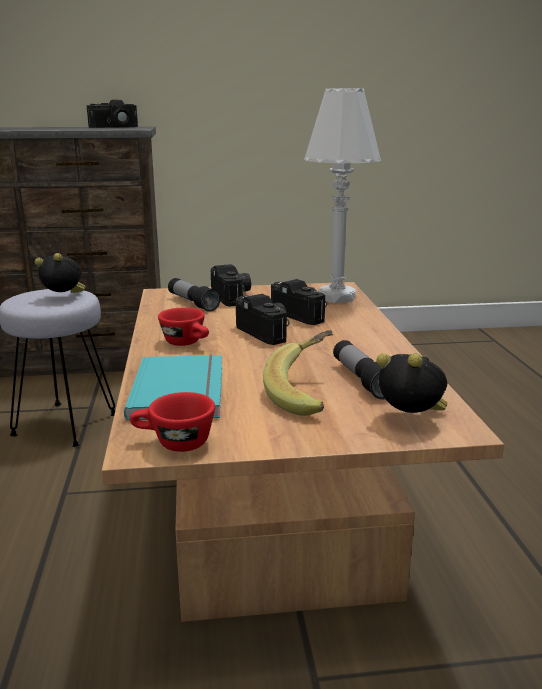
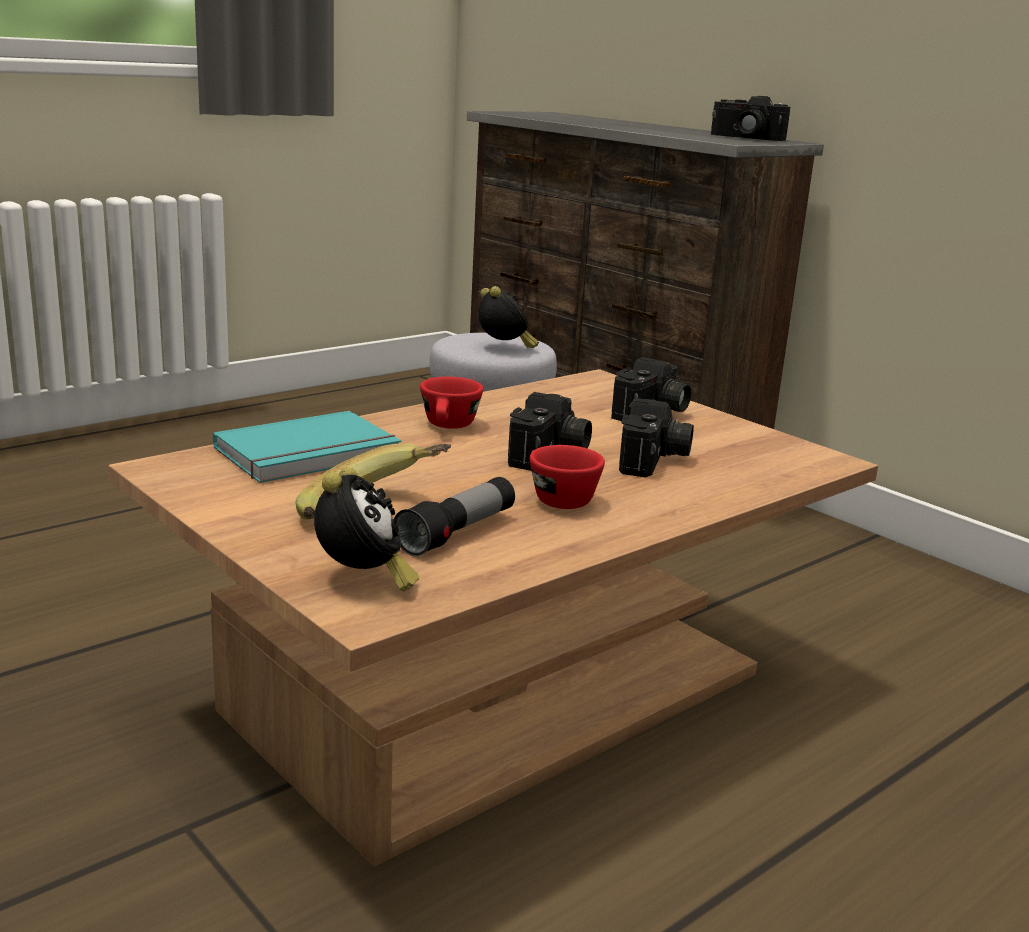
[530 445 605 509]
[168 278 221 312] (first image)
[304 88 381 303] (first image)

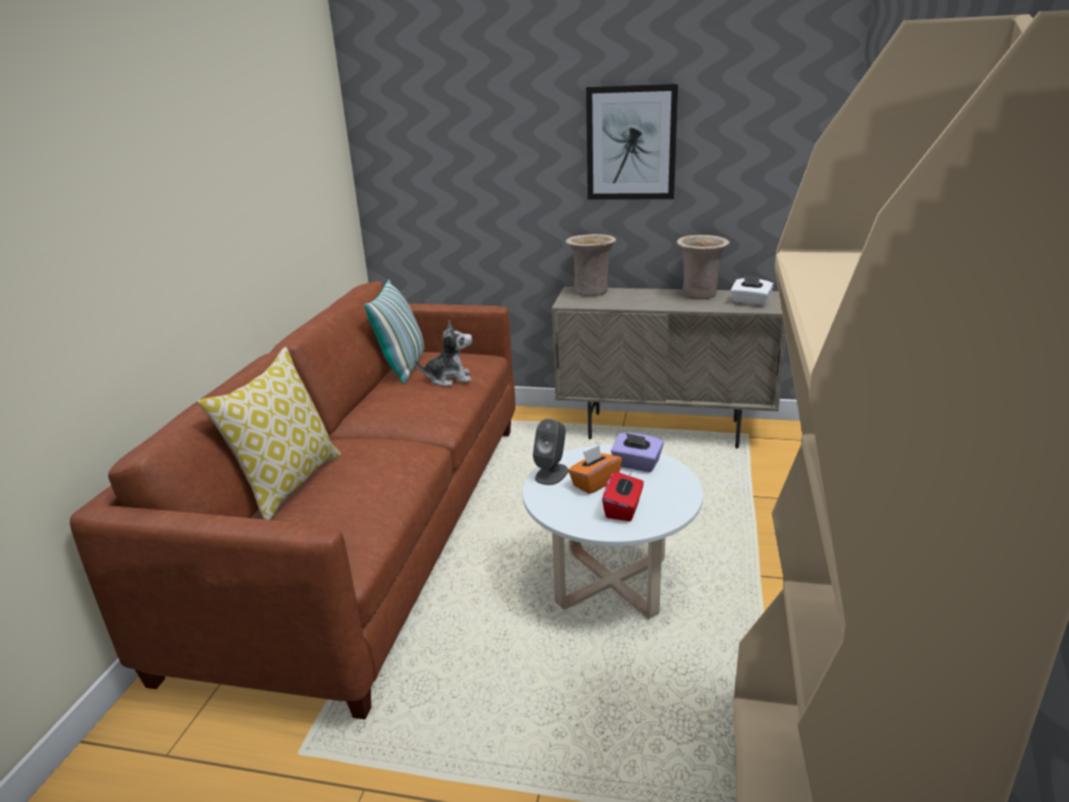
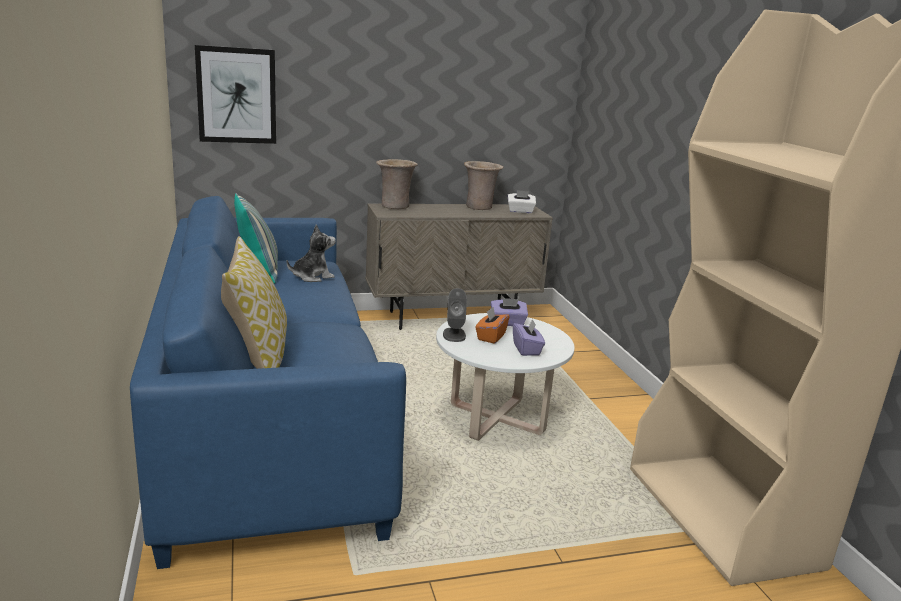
[130 196 406 569]
[195 45 276 144]
[513 319 545 356]

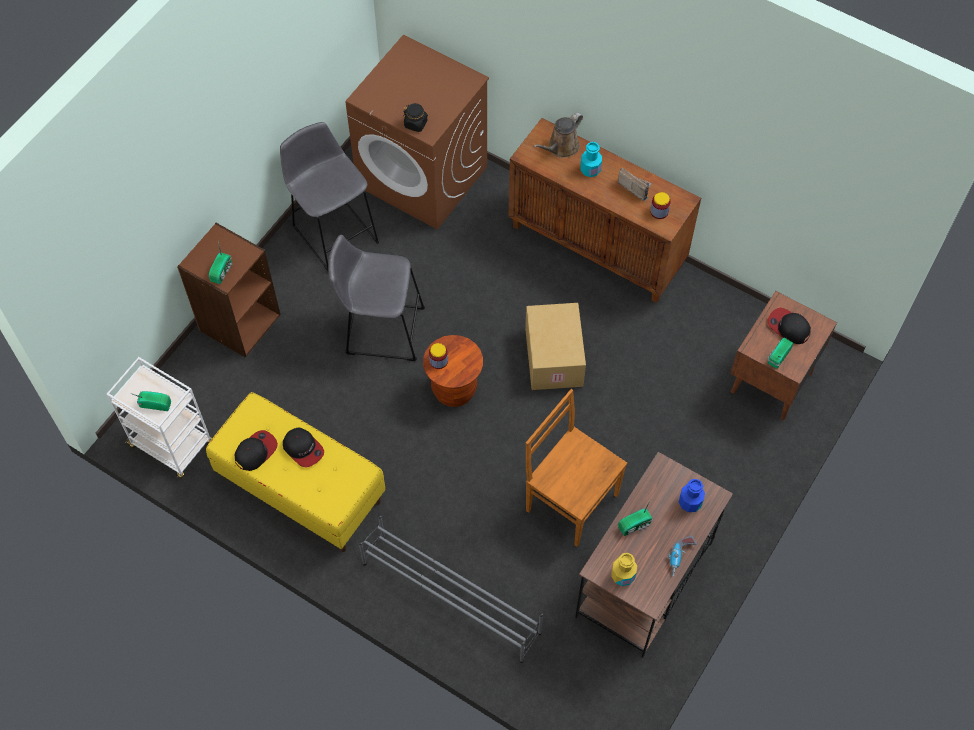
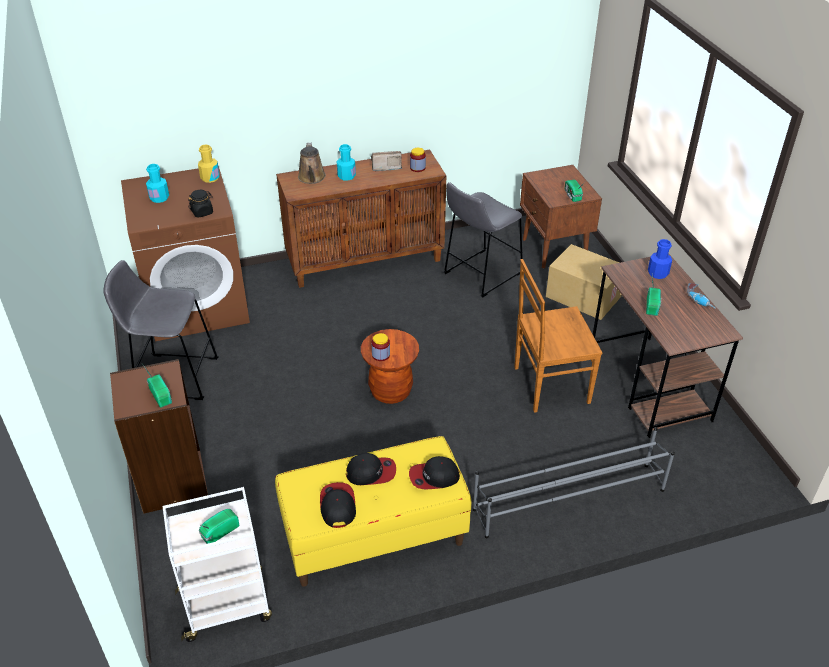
[444 182 523 298]
[546 244 622 320]
[198 144 220 183]
[409 456 460 489]
[146 164 169 203]

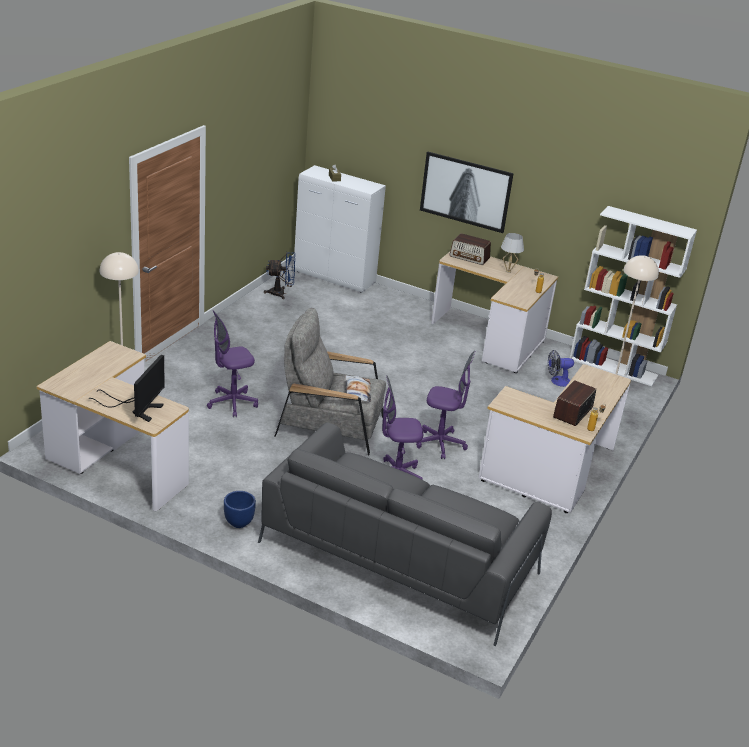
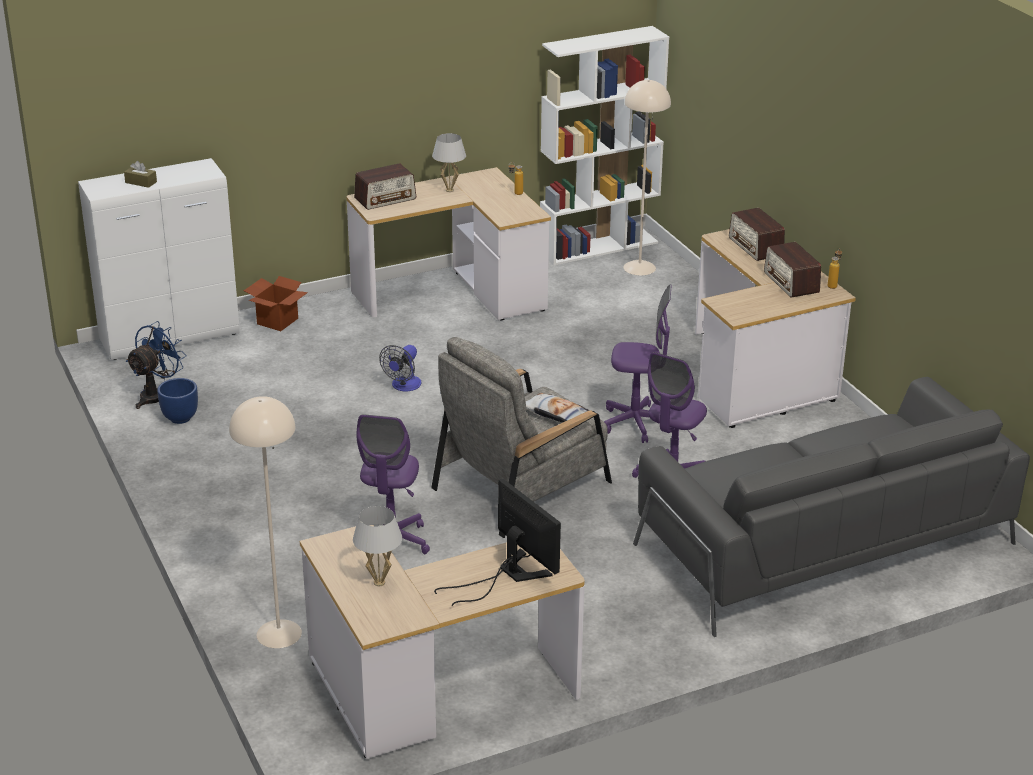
[157 378 198 424]
[604 284 671 443]
[420 151 514 233] (first image)
[379 345 421 391]
[244 276 308 331]
[353 506 402 586]
[729 208 785 261]

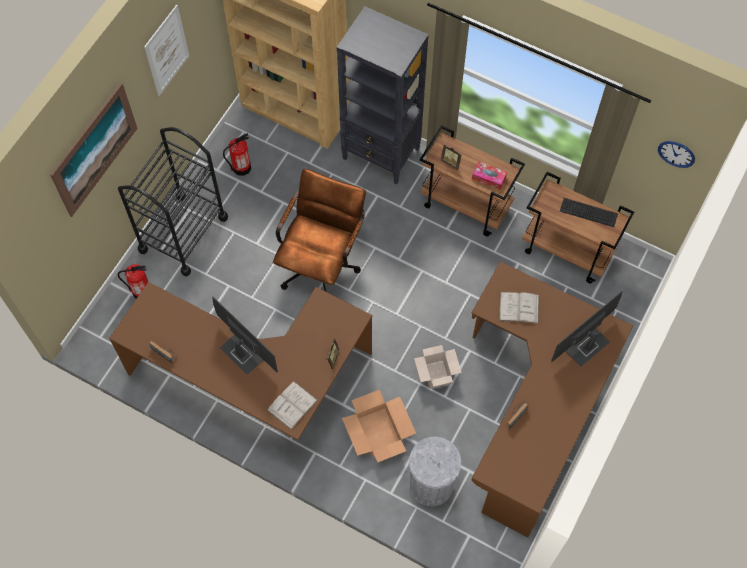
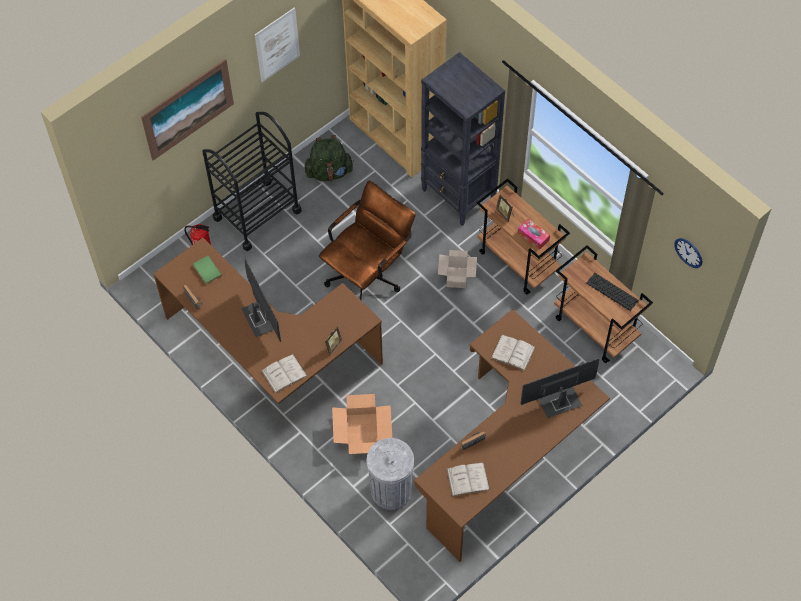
[304 135 354 181]
[438 250 477 288]
[193 256 222 284]
[446 463 490 497]

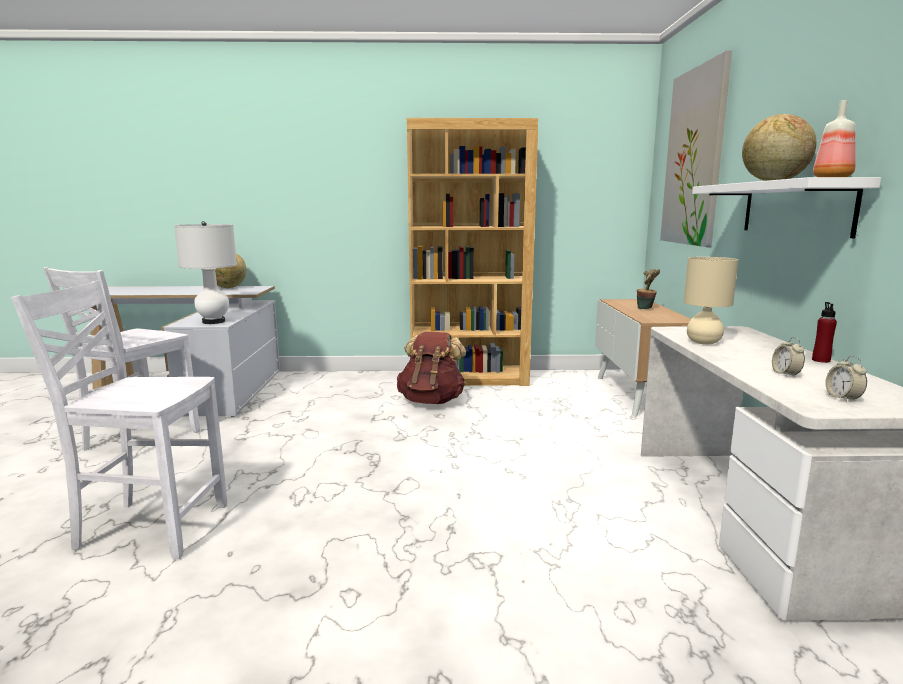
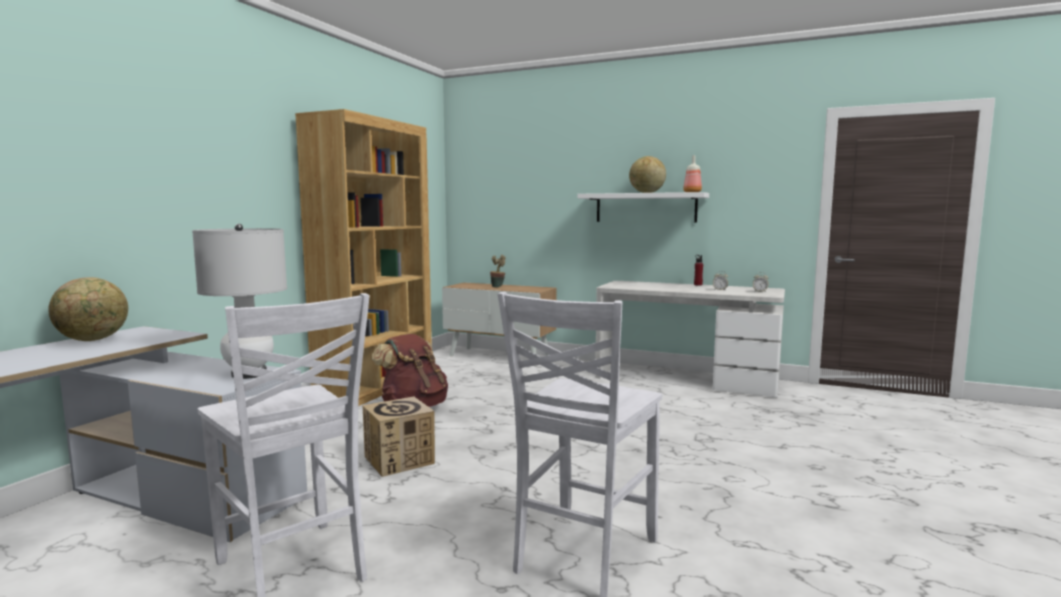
[660 51 732 247] (first image)
[684 257 738 344] (first image)
[363 396 435 477]

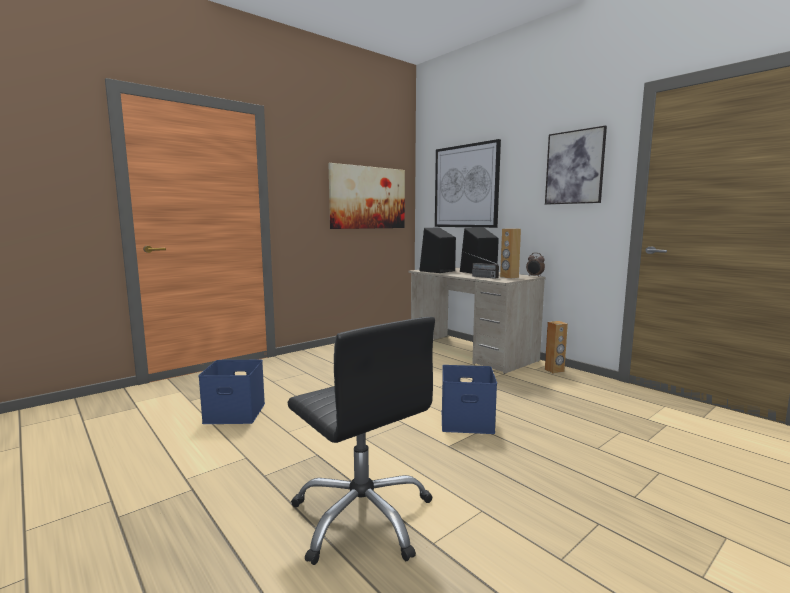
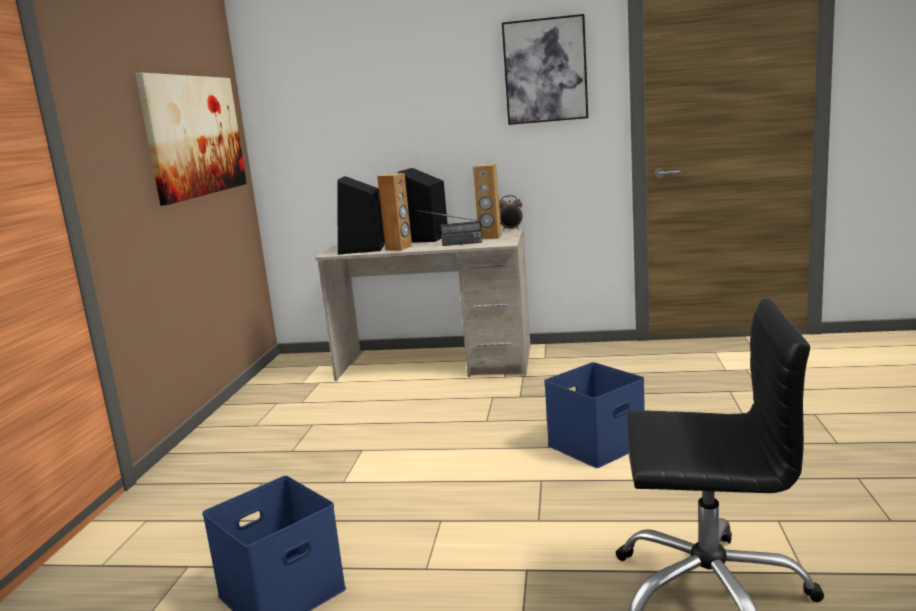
[435 139 501 228] (first image)
[377 173 412 251]

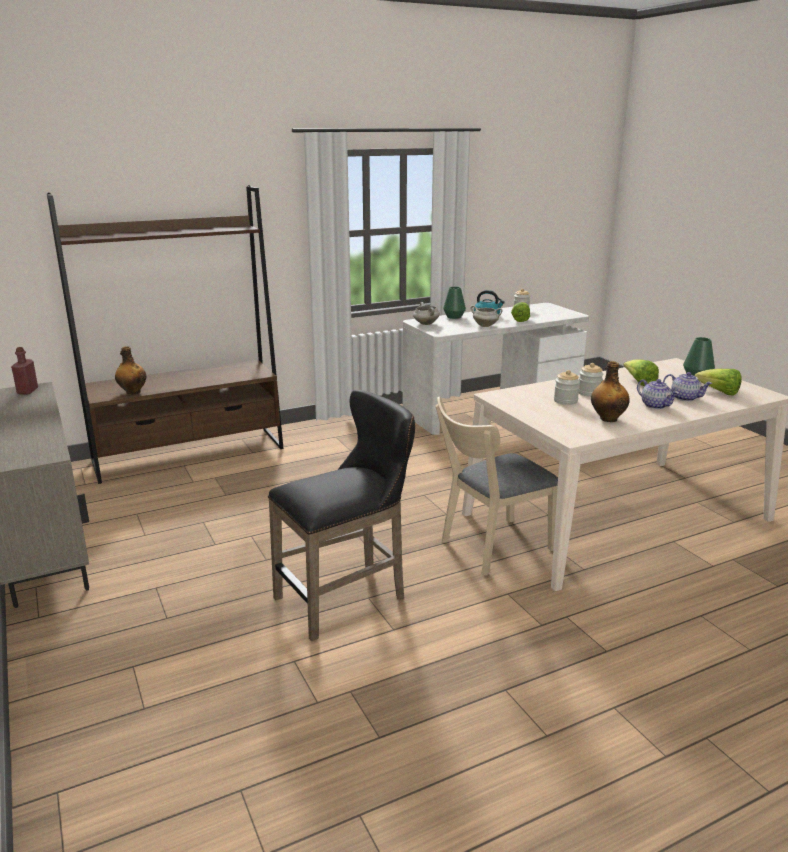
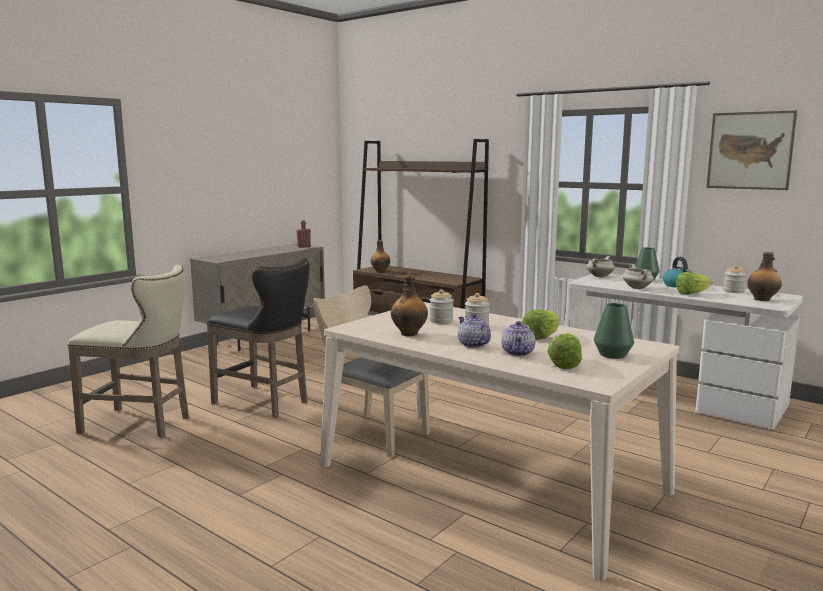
[458 314 491 348]
[67 265 189 438]
[706 110 797 190]
[747 252 782 301]

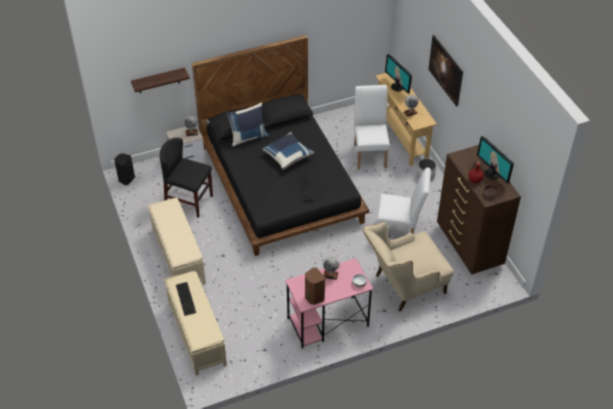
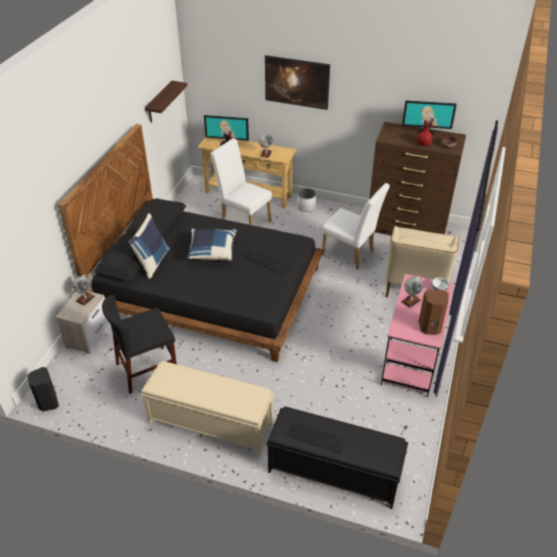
[145 81 187 123]
[266 407 408 509]
[322 183 390 270]

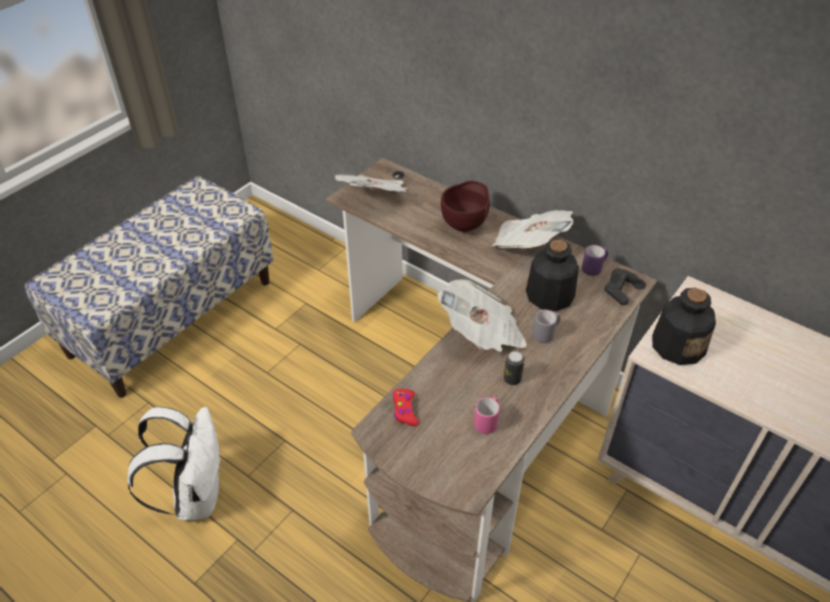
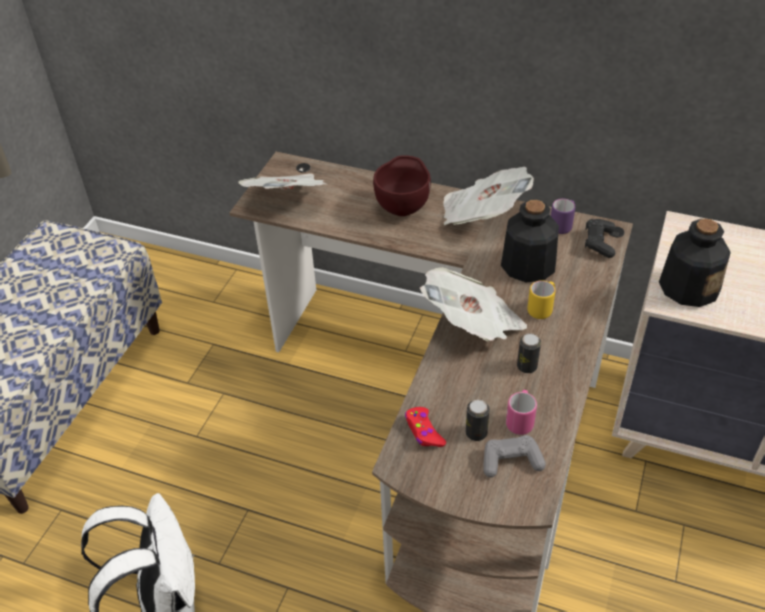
[527 280 555 319]
[466 400 490 441]
[484 435 546 478]

